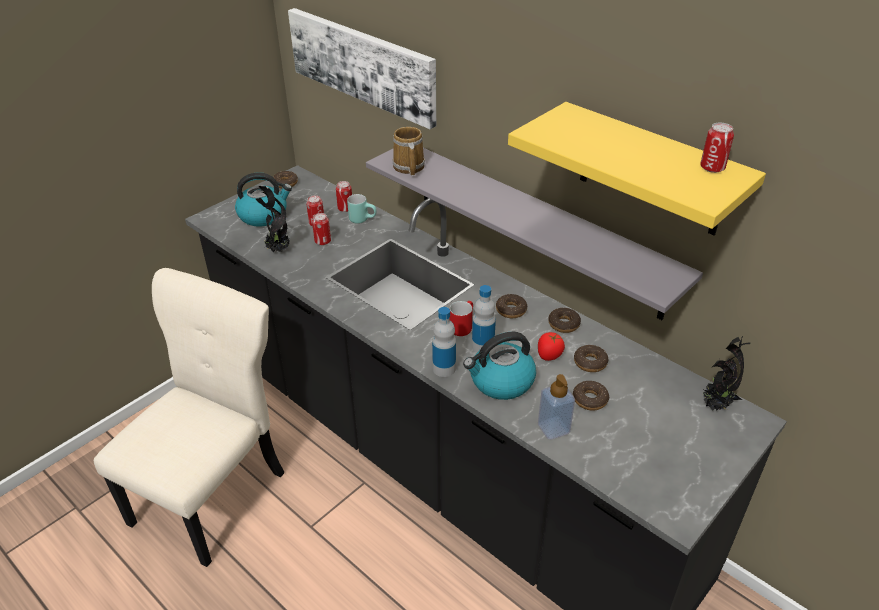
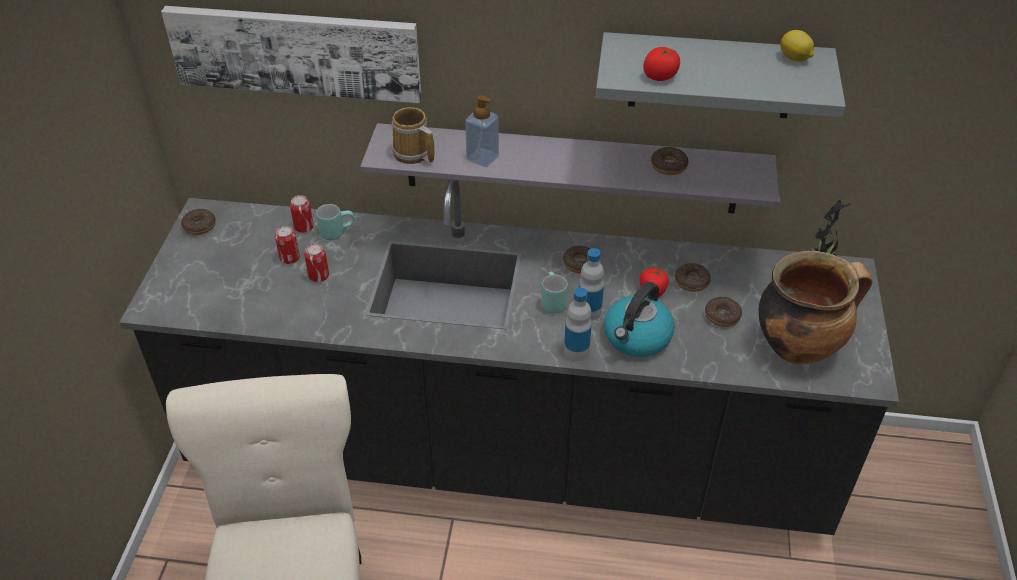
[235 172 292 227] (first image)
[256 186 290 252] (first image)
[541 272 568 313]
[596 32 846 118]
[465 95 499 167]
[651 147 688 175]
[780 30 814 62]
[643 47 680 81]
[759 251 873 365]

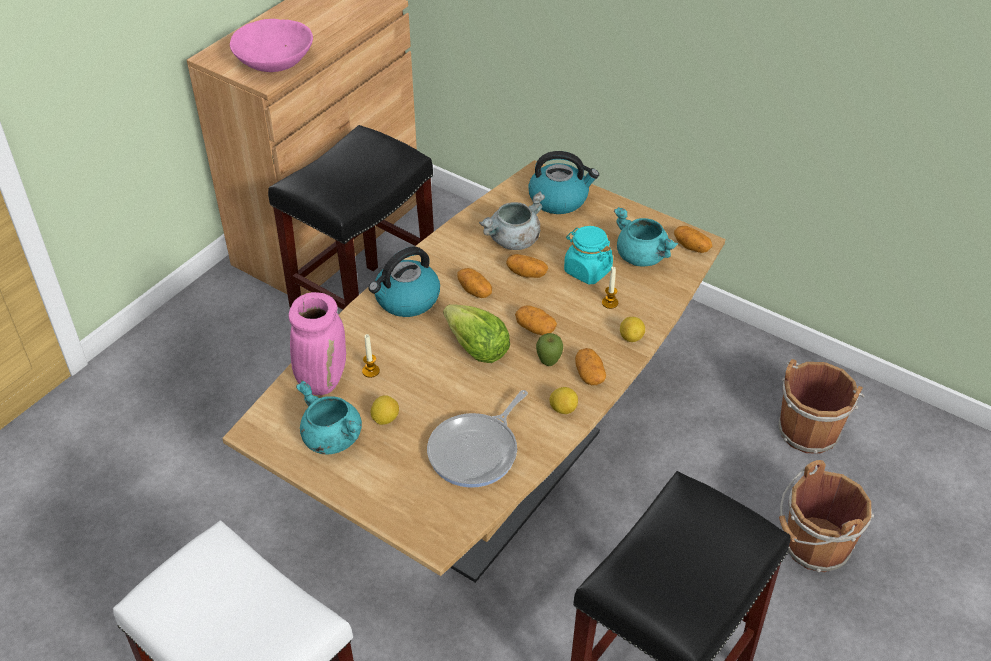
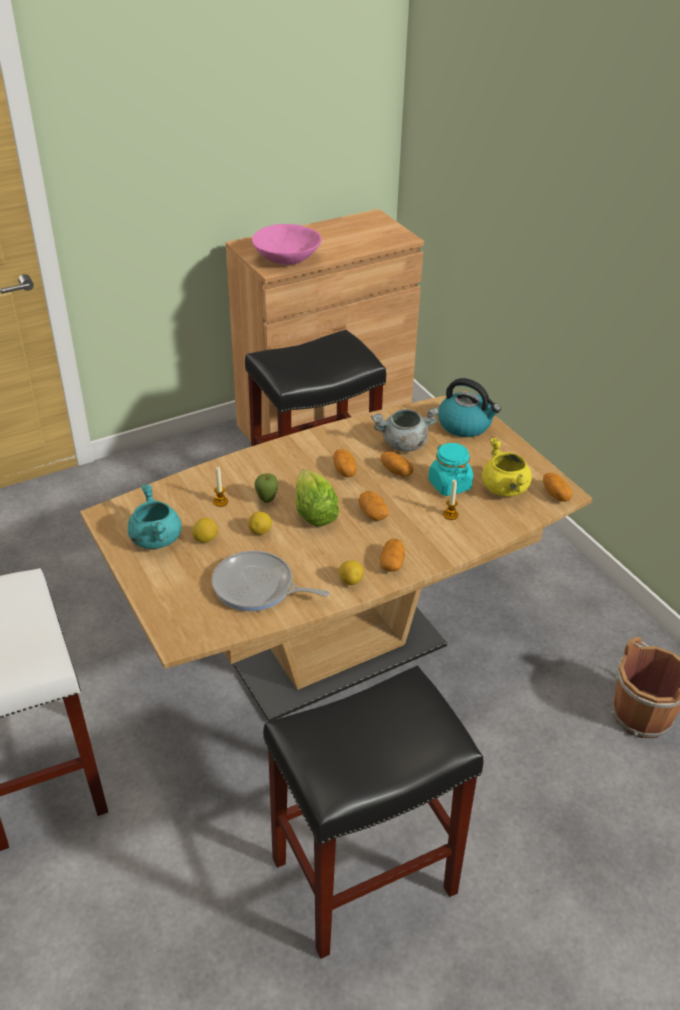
[289 292 346 395] (first image)
[368 247 440 317] (first image)
[212 551 330 611]
[254 474 278 503]
[482 438 532 497]
[248 512 272 535]
[779 460 874 572] (first image)

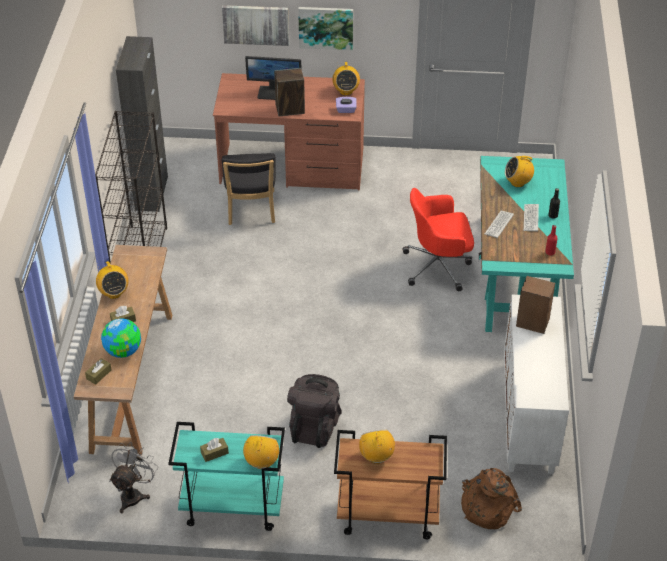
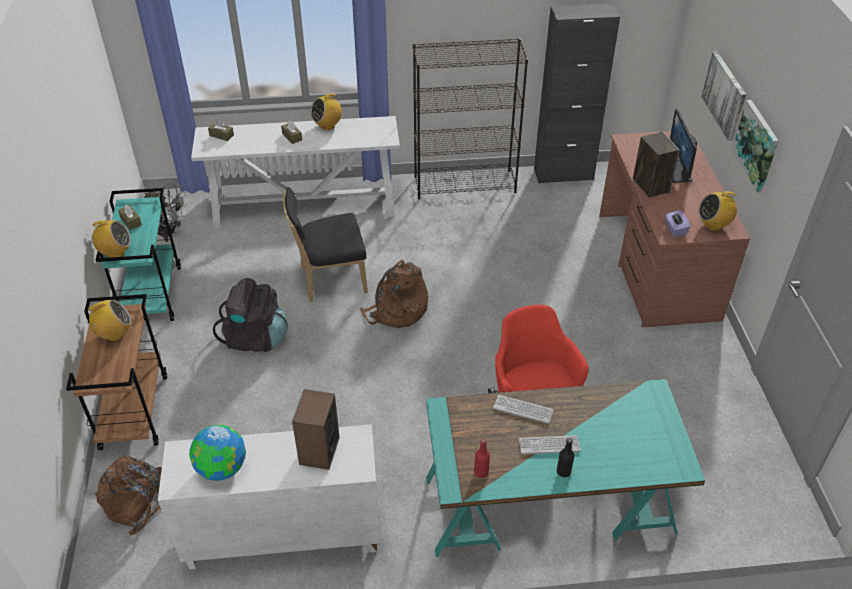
[191 116 400 229]
[189 425 246 481]
[283 187 368 302]
[505 155 534 187] (first image)
[359 260 428 328]

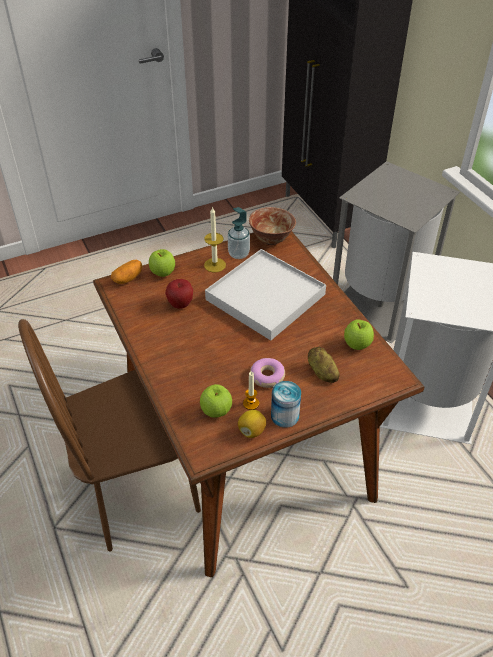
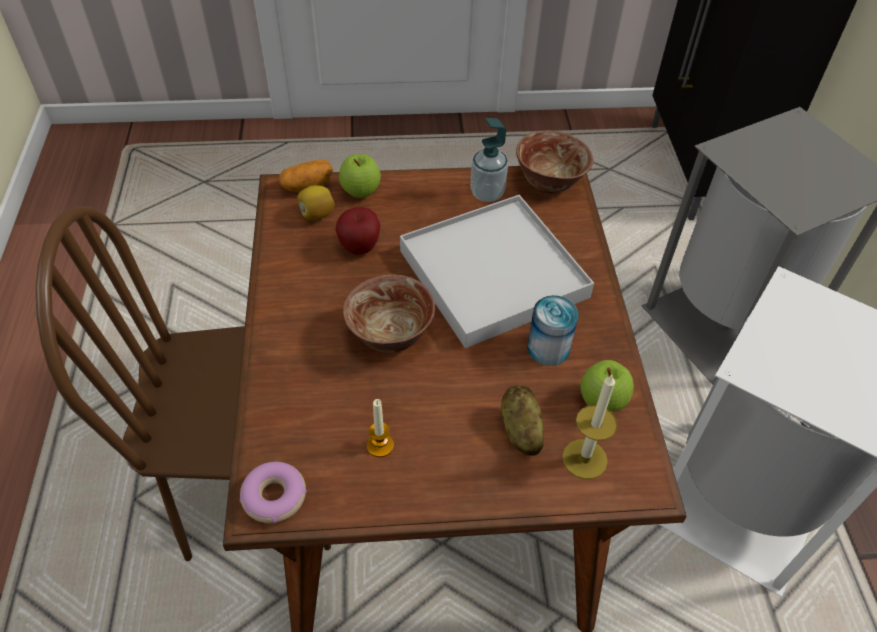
[200 384 232 418] (first image)
[562 375 617 479]
[297 185 335 220]
[240 461 307 523]
[527 295 579 366]
[343 275 435 353]

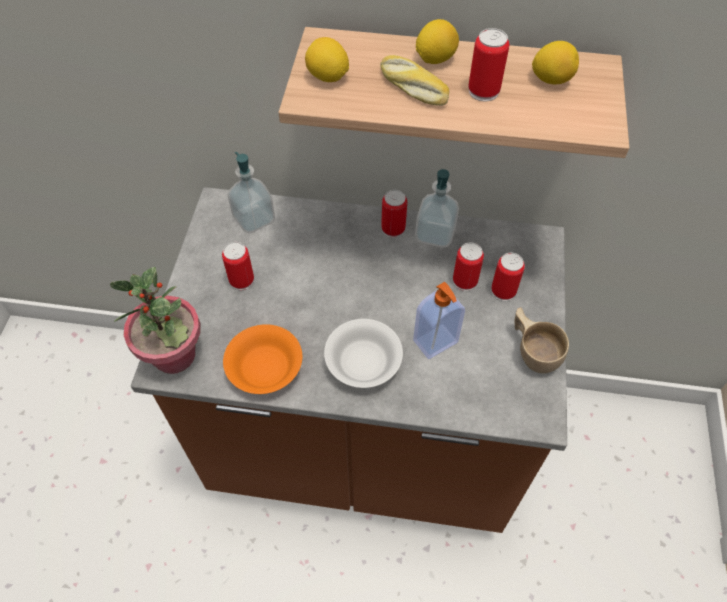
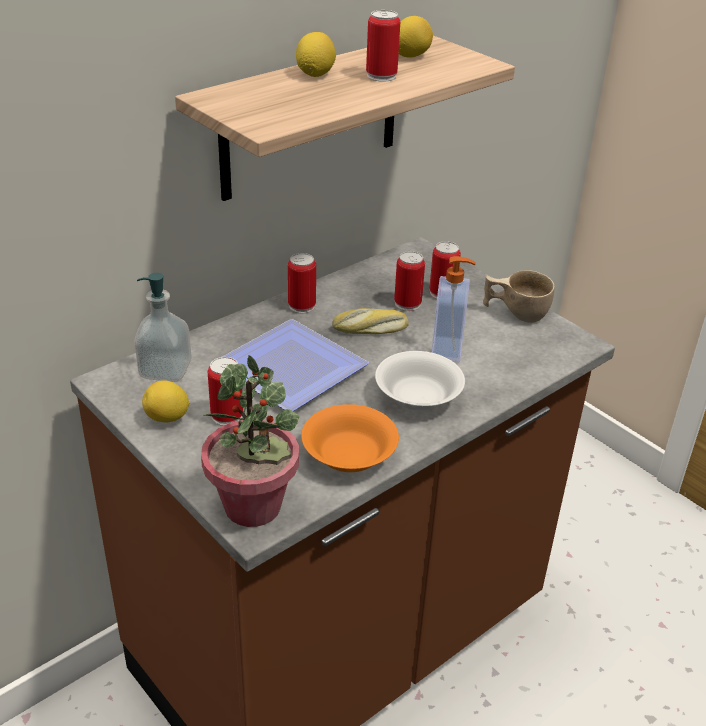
[142 380 189 422]
[332 308 409 334]
[415 169 459 248] (first image)
[222 319 369 411]

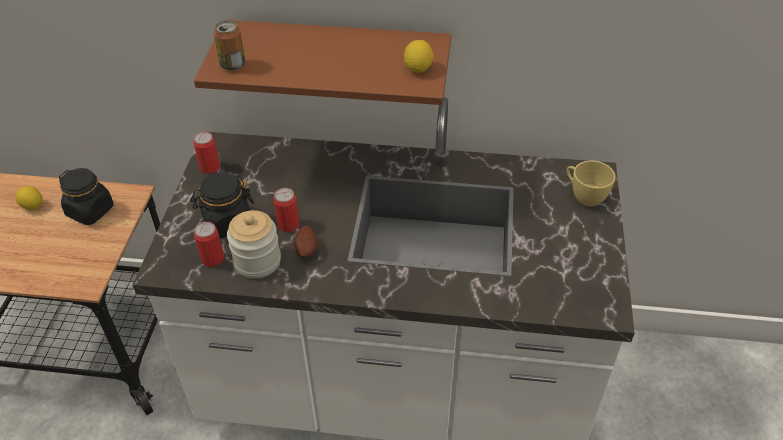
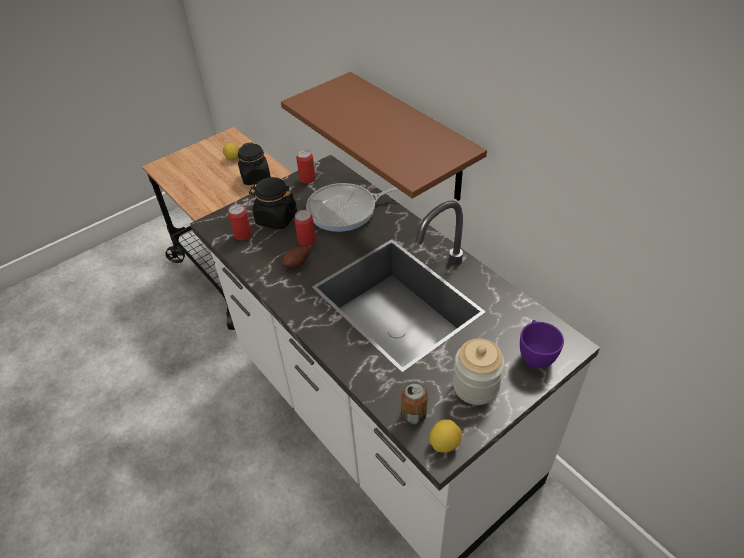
[401 381 428 424]
[453 339 505 405]
[429 419 462 452]
[520 320 564 369]
[306 183 399 232]

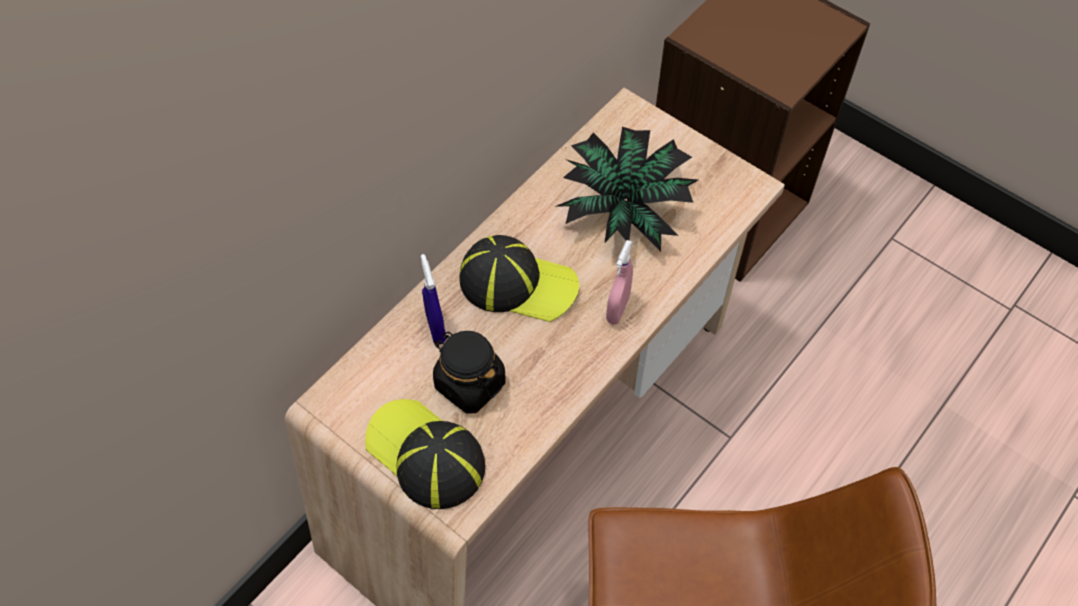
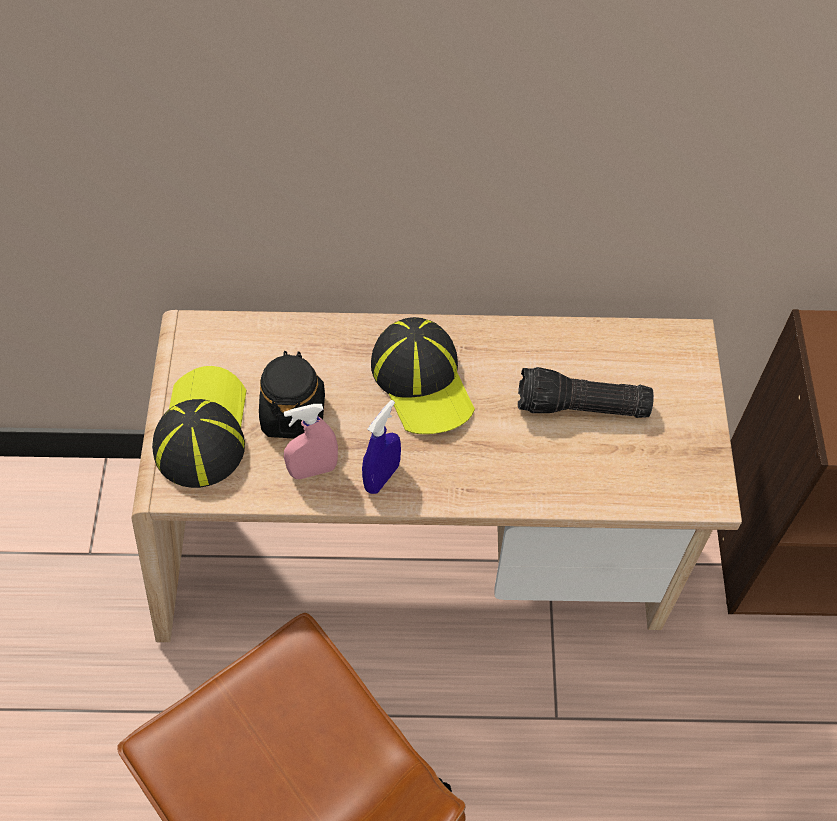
[362 400 401 494]
[518 367 654 418]
[284 404 338 479]

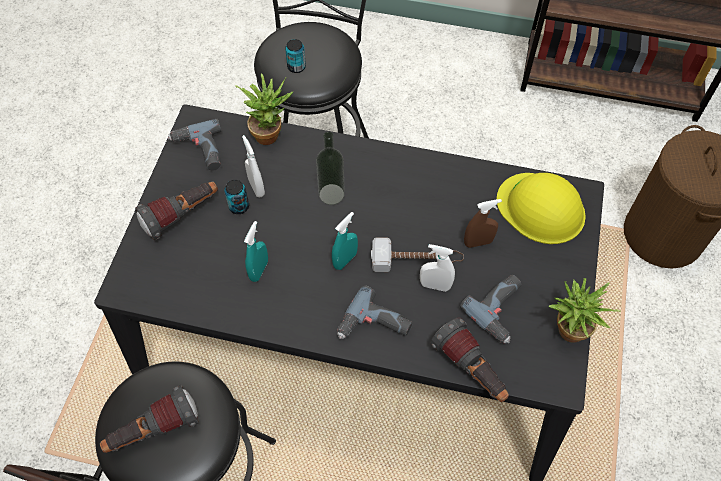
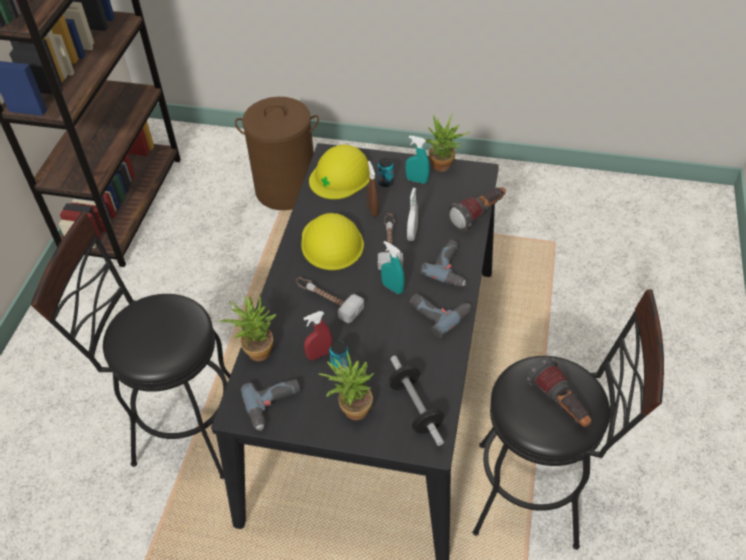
[318 351 374 420]
[304 311 332 360]
[405 135 430 184]
[378 158 394 187]
[296 277 364 323]
[410 294 471 338]
[301 213 364 270]
[389 356 444 446]

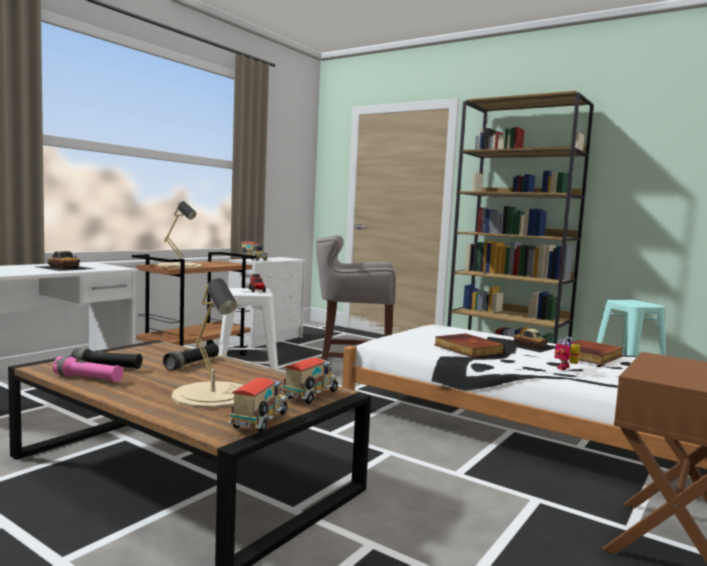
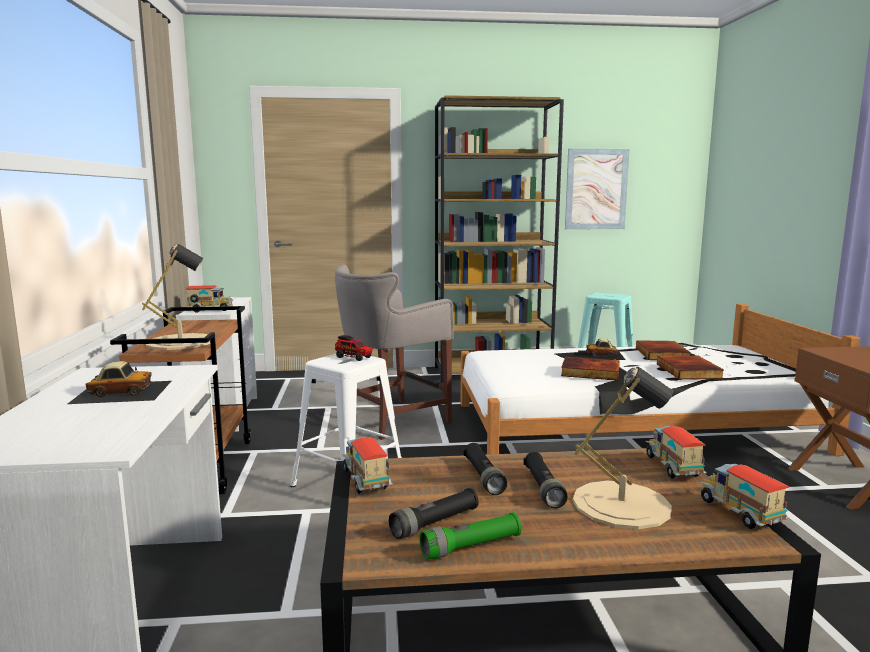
[420 512 522 560]
[657 356 724 380]
[342 437 393 494]
[524 452 568 508]
[565 149 630 229]

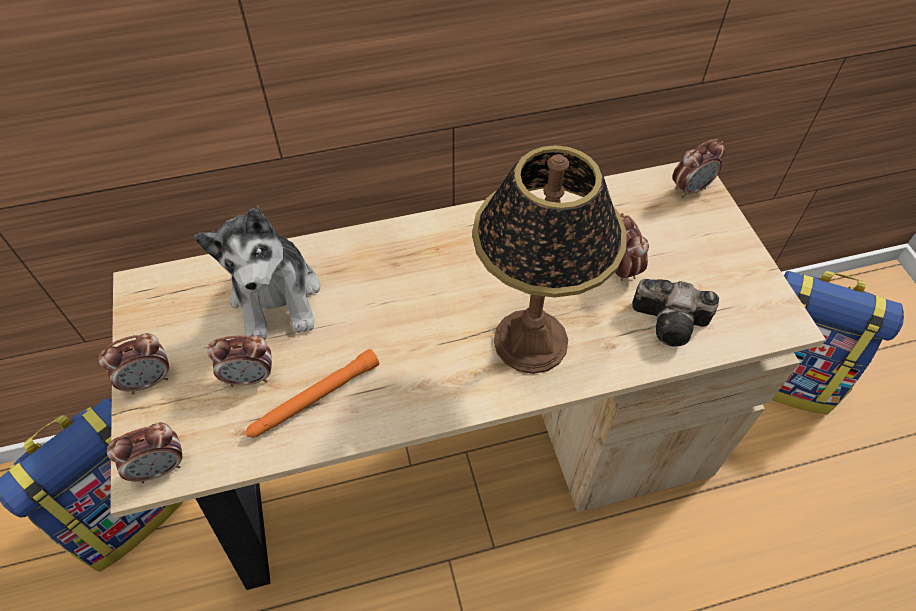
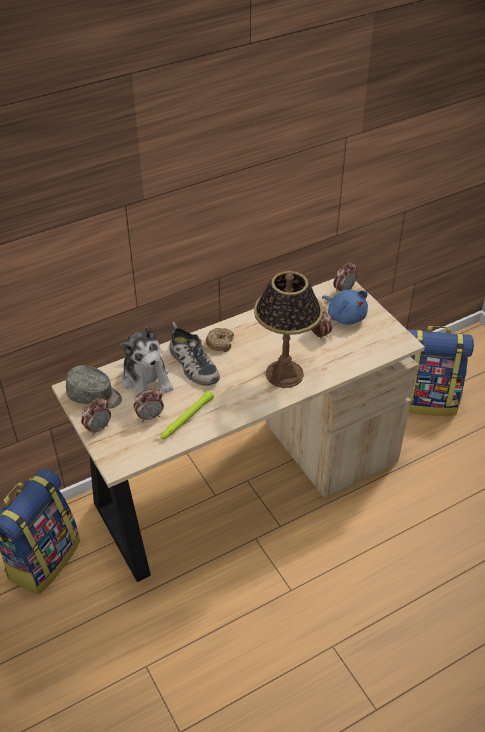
[107 423 183 483] (first image)
[161 391 214 439]
[632 279 719 347] (first image)
[66 365 122 409]
[169 322 220 386]
[206 328 234 352]
[322 290 368 325]

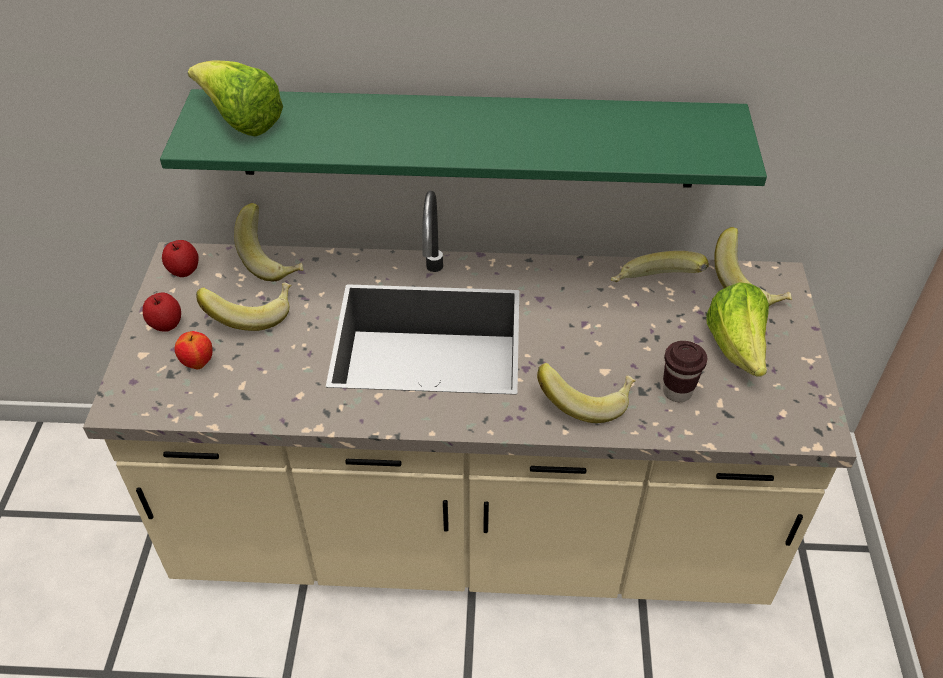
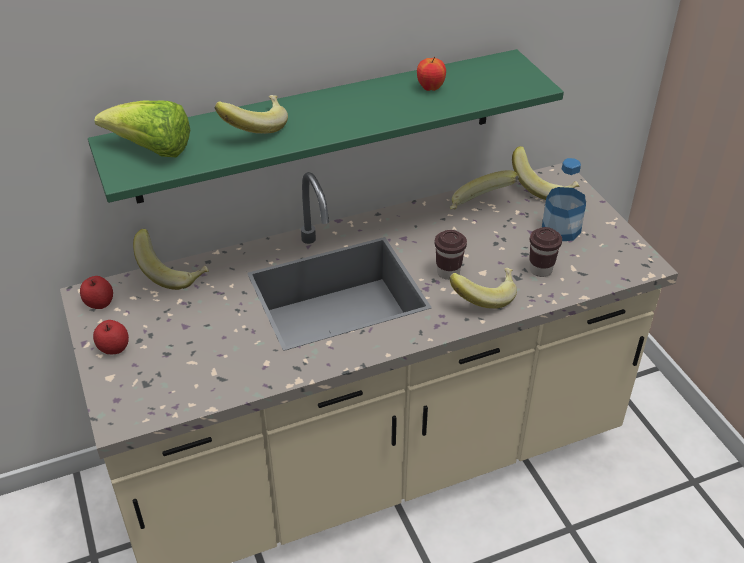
[417 56 446 91]
[215 95 288 134]
[542 158 586 241]
[435 230 467 280]

